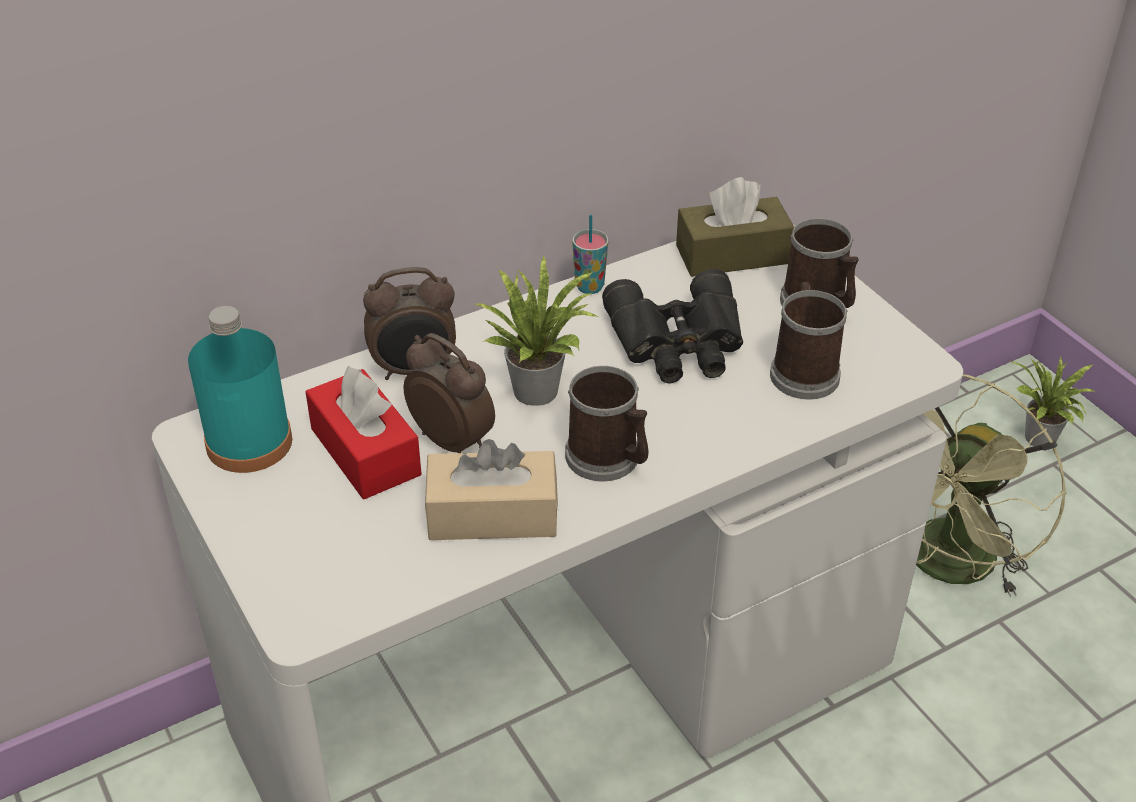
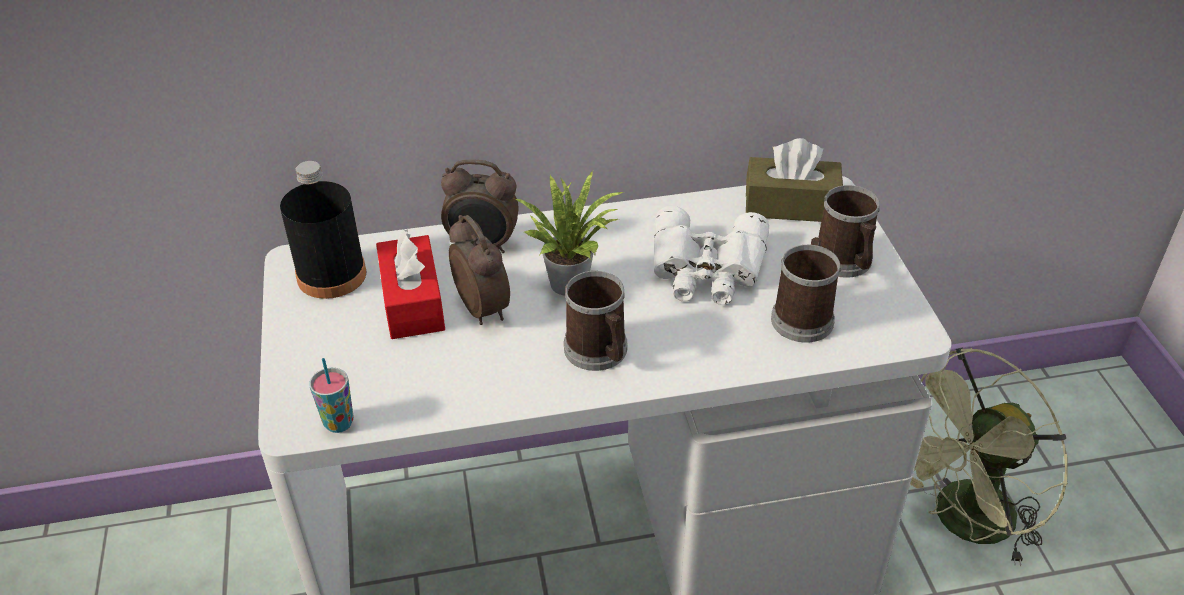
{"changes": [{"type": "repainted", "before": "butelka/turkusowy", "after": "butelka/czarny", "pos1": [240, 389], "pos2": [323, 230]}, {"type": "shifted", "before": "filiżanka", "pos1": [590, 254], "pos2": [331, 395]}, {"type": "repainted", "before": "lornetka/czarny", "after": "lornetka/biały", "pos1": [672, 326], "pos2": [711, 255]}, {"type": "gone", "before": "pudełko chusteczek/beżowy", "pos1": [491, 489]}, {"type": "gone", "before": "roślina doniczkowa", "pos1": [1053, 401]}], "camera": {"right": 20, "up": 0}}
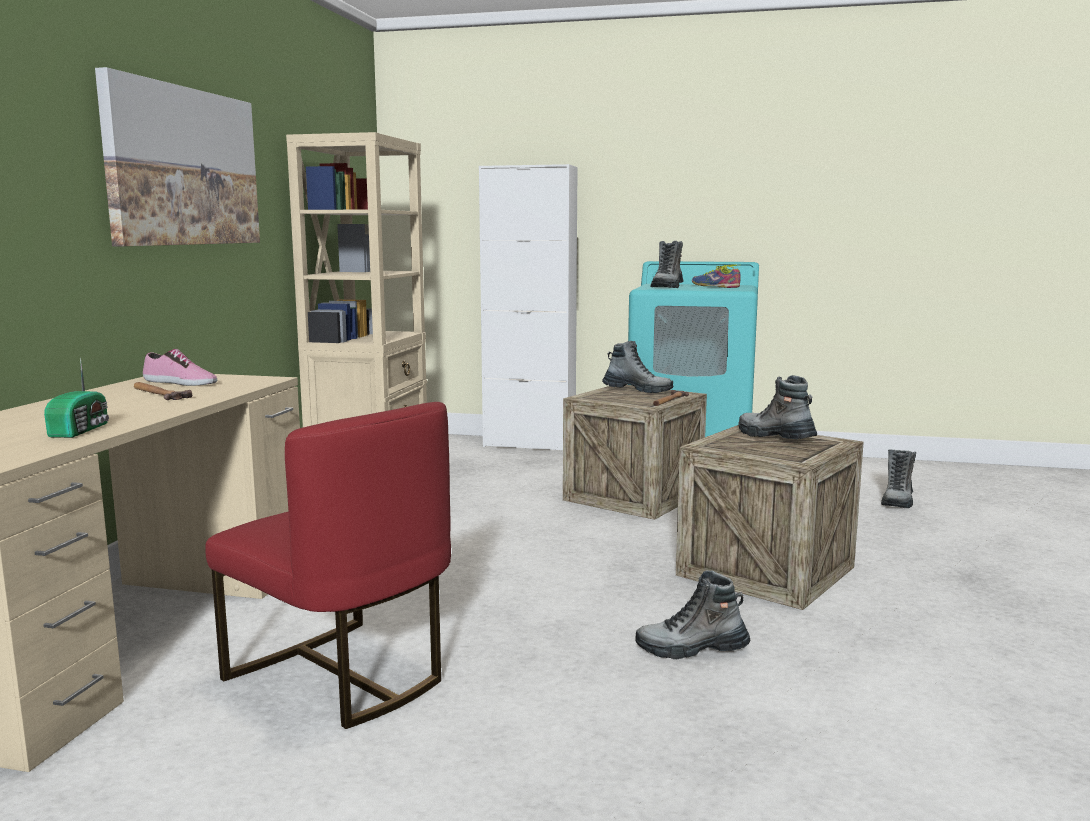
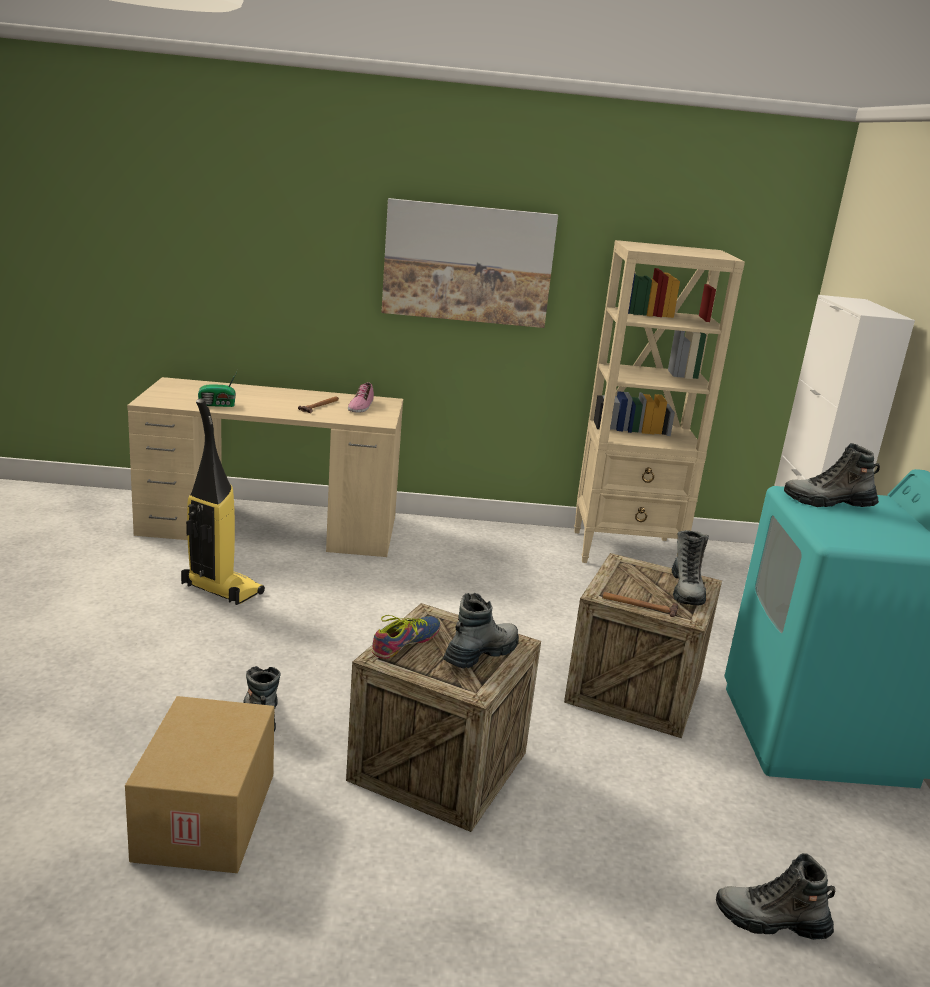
{"changes": [{"type": "new", "after": "karton", "pos2": [199, 784]}, {"type": "swapped", "before": "krzesło/czerwony", "after": "odkurzacz", "pos1": [328, 565], "pos2": [223, 501]}, {"type": "shifted", "before": "but", "pos1": [716, 276], "pos2": [406, 637]}], "camera": {"right": 75, "up": 10}}
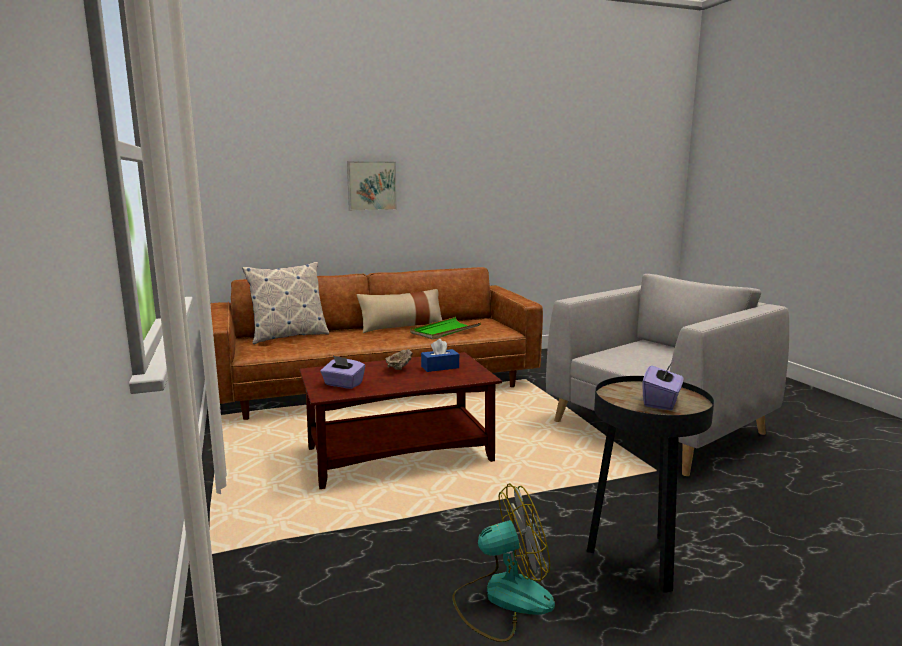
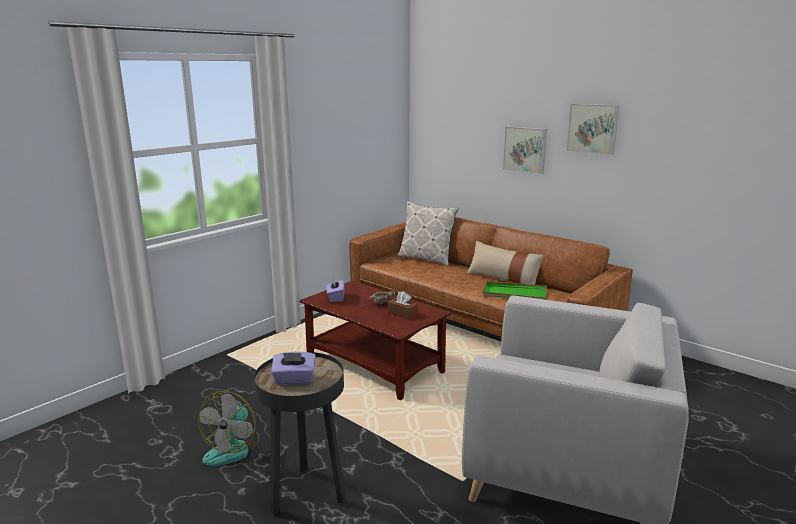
{"changes": [{"type": "rotated", "before": "wentylator", "pos1": [503, 562], "pos2": [229, 428], "turn": 60}, {"type": "repainted", "before": "pudełko chusteczek/niebieski", "after": "pudełko chusteczek/brązowy", "pos1": [440, 355], "pos2": [403, 305]}, {"type": "new", "after": "obraz", "pos2": [592, 129]}], "camera": {"right": 60, "up": 5}}
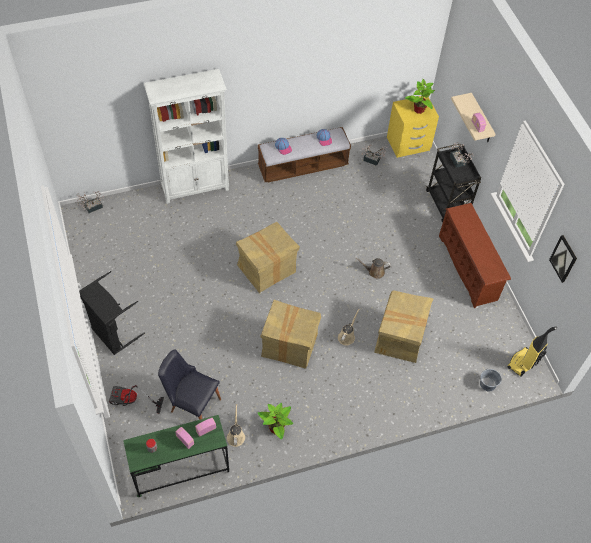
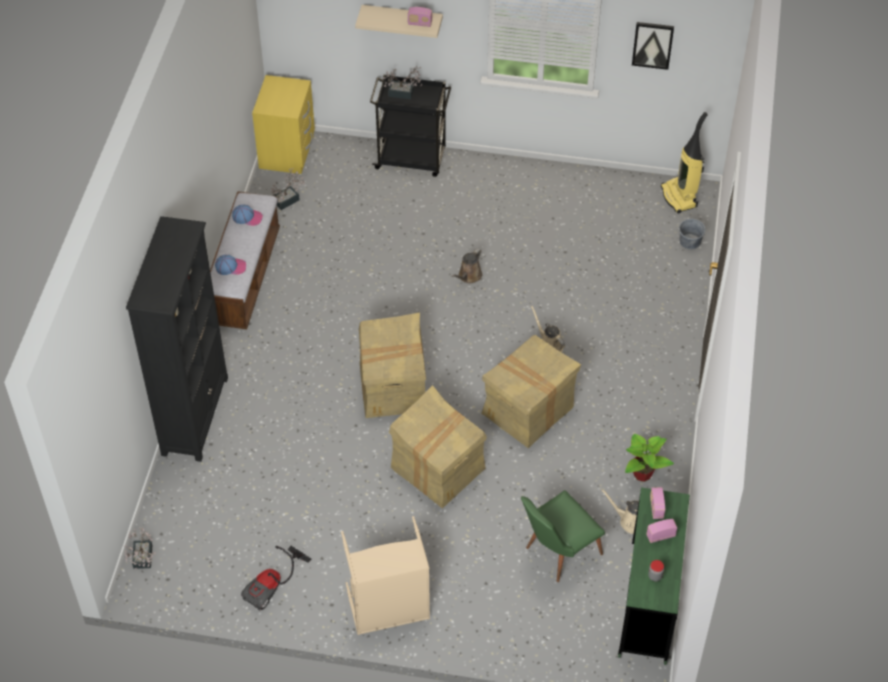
{"changes": [{"type": "repainted", "before": "regał/biały", "after": "regał/czarny", "pos1": [186, 136], "pos2": [177, 339]}, {"type": "shifted", "before": "odkurzacz", "pos1": [136, 399], "pos2": [276, 578]}, {"type": "repainted", "before": "kosz na pranie/czarny", "after": "kosz na pranie/beżowy", "pos1": [112, 313], "pos2": [385, 575]}, {"type": "shifted", "before": "karton", "pos1": [404, 326], "pos2": [438, 447]}, {"type": "repainted", "before": "krzesło/czarny", "after": "krzesło/zielony", "pos1": [189, 385], "pos2": [563, 536]}, {"type": "gone", "before": "roślina doniczkowa", "pos1": [420, 96]}, {"type": "gone", "before": "regał na buty/brązowy", "pos1": [475, 255]}], "camera": {"right": -60, "up": -5}}
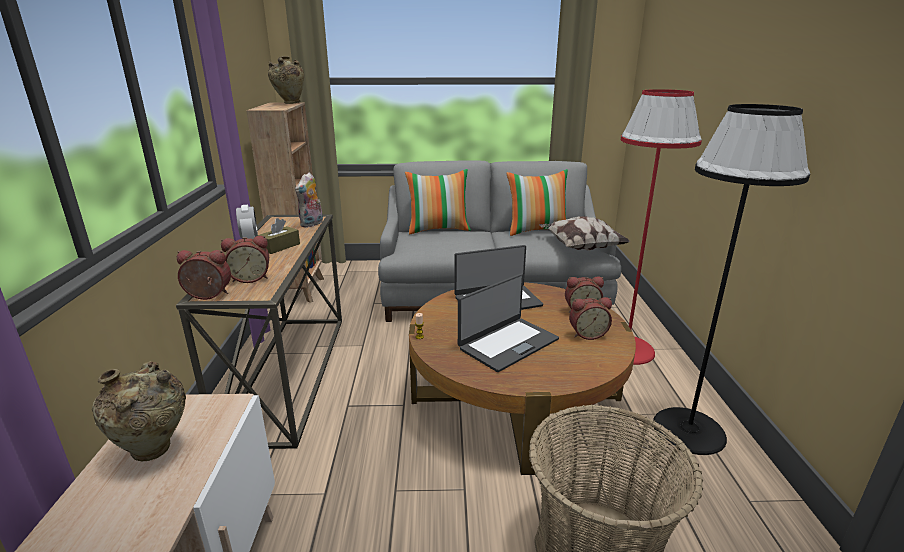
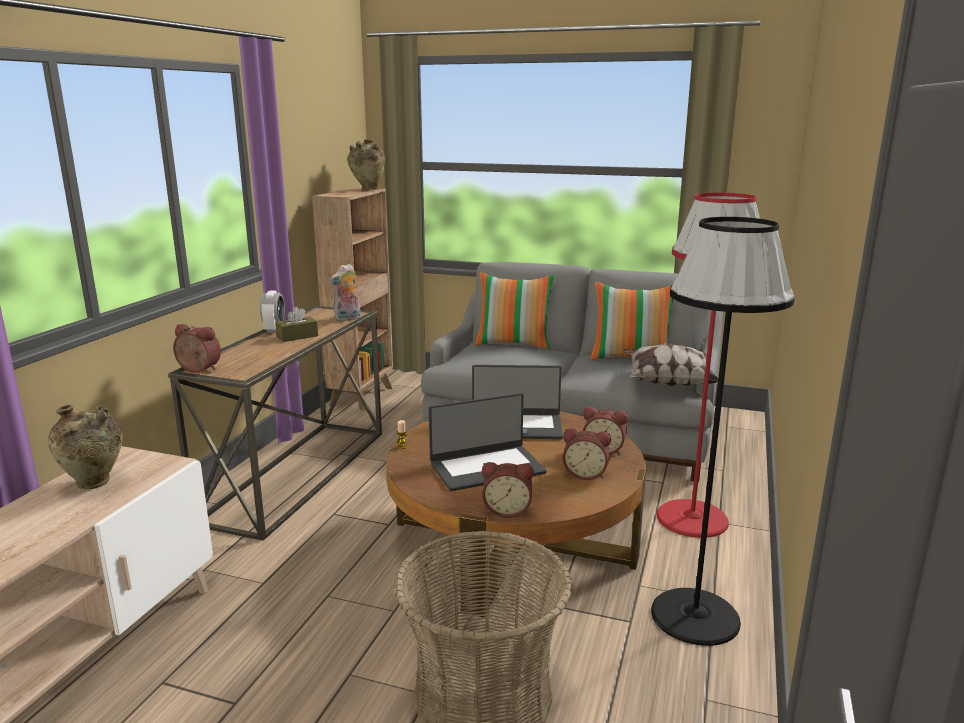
{"changes": [{"type": "shifted", "before": "budzik", "pos1": [245, 259], "pos2": [508, 490]}], "camera": {"right": 20, "up": -5}}
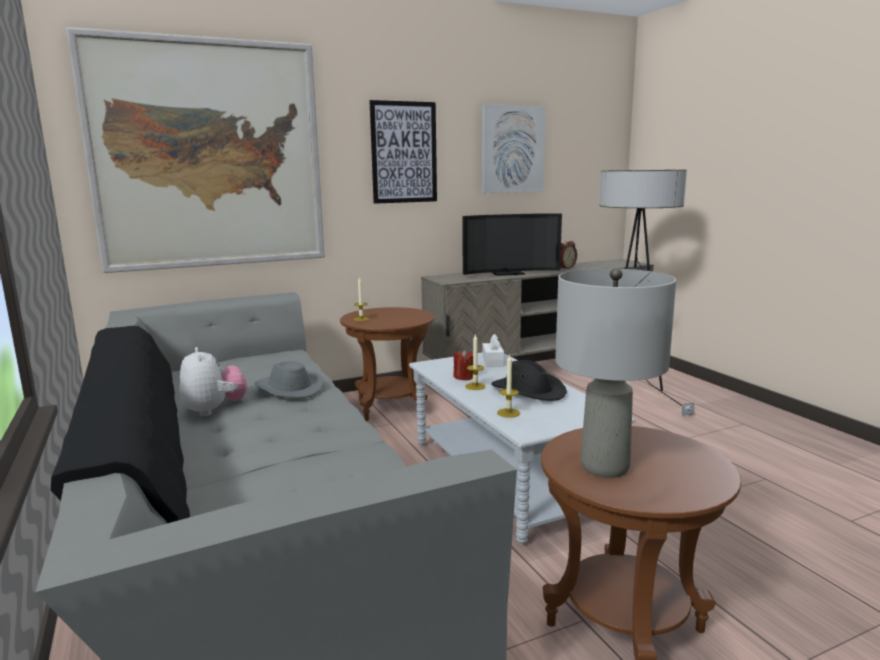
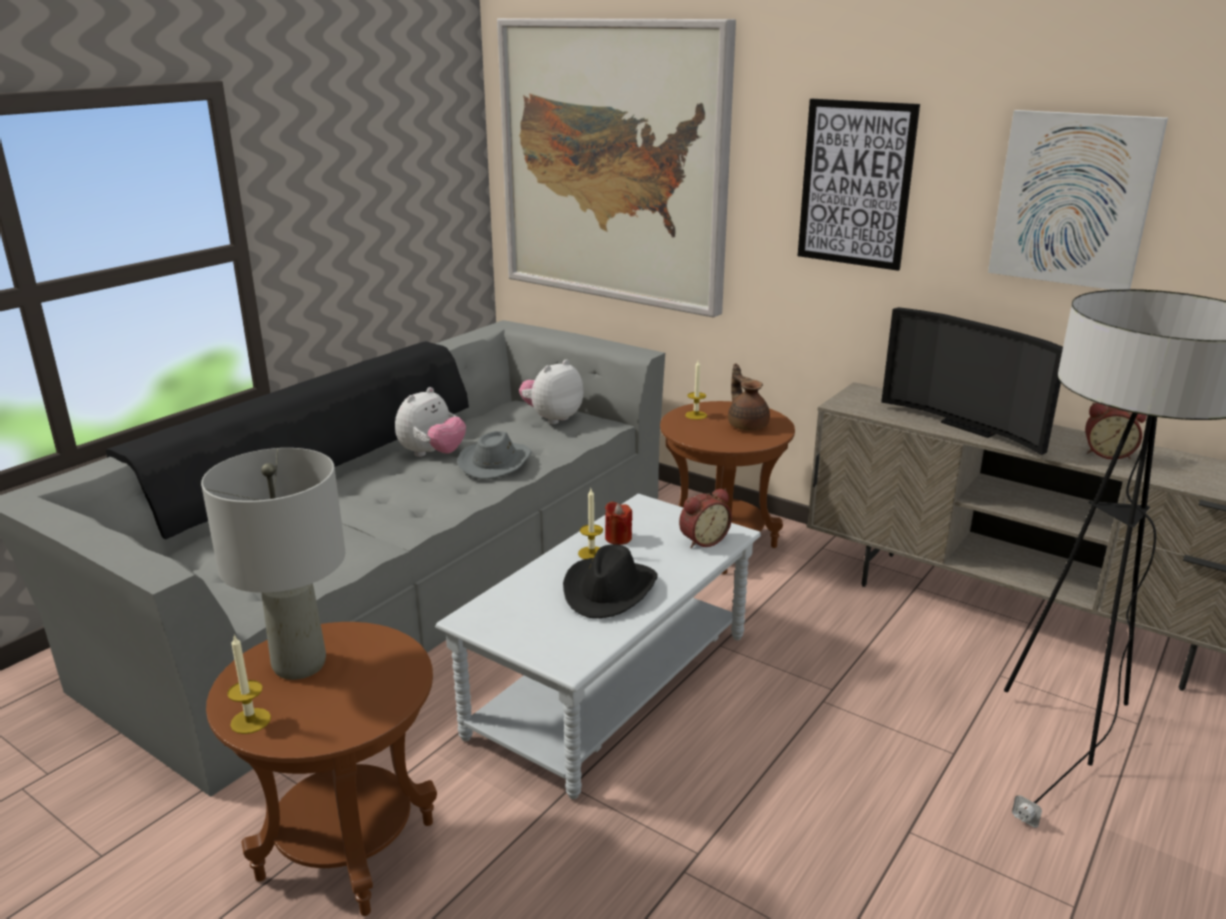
{"changes": [{"type": "shifted", "before": "świeca", "pos1": [508, 386], "pos2": [249, 684]}, {"type": "new", "after": "pluszak", "pos2": [551, 391]}, {"type": "swapped", "before": "pudełko chusteczek/biały", "after": "budzik", "pos1": [493, 350], "pos2": [705, 518]}, {"type": "new", "after": "imbryk/brązowy", "pos2": [749, 397]}], "camera": {"right": 60, "up": 10}}
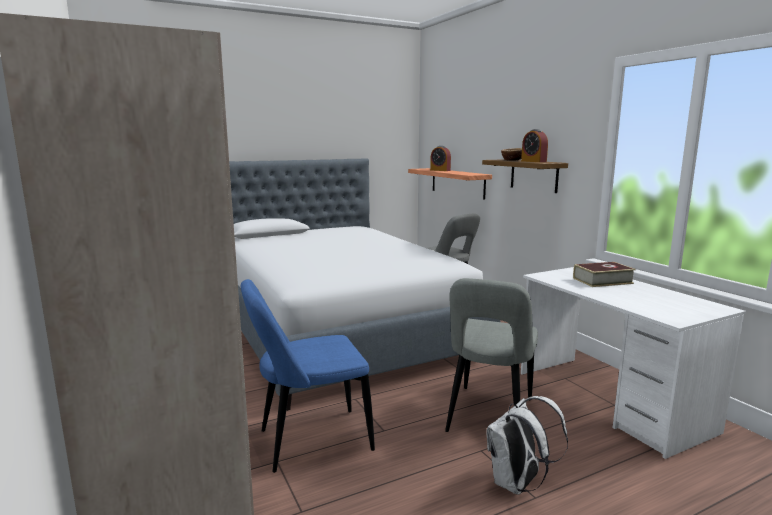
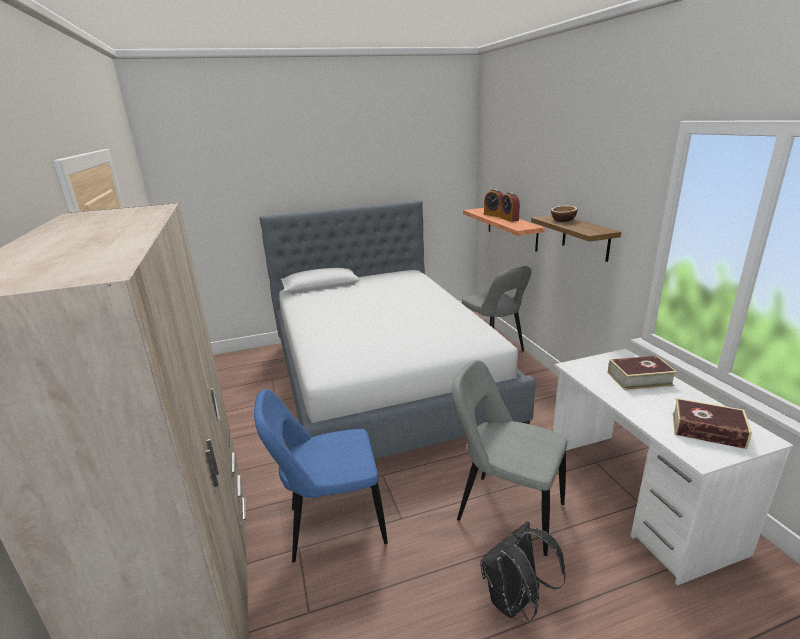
{"changes": [{"type": "rotated", "before": "krzesło/szary", "pos1": [491, 355], "pos2": [509, 458], "turn": 90}, {"type": "repainted", "before": "plecak/biały", "after": "plecak/czarny", "pos1": [527, 445], "pos2": [523, 572]}, {"type": "shifted", "before": "budzik", "pos1": [534, 145], "pos2": [510, 207]}, {"type": "new", "after": "książka", "pos2": [712, 423]}], "camera": {"right": 10, "up": 10}}
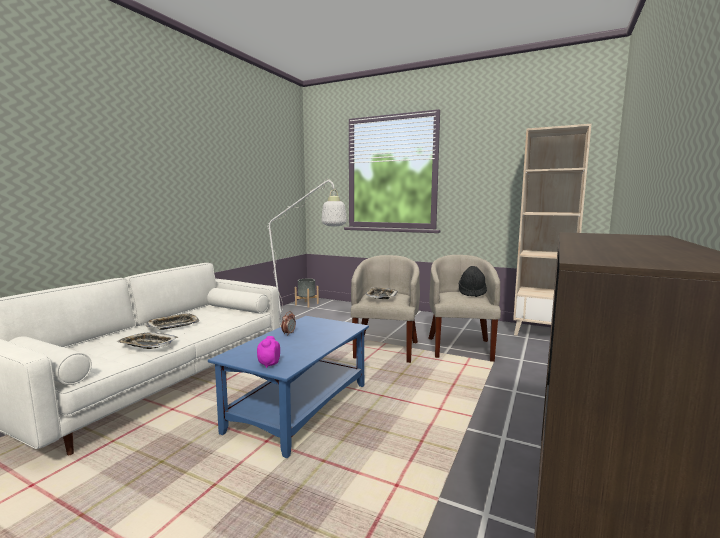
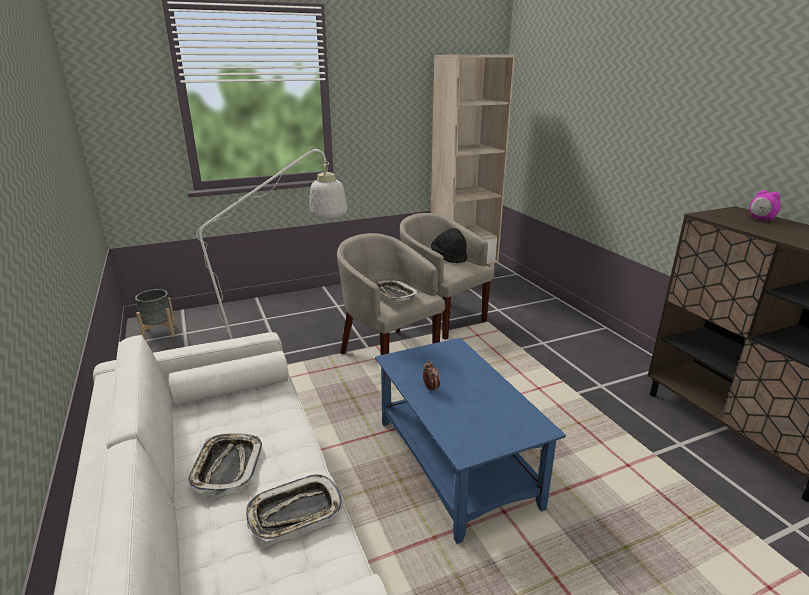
{"changes": [{"type": "shifted", "before": "budzik", "pos1": [268, 352], "pos2": [765, 205]}], "camera": {"right": -50, "up": 15}}
